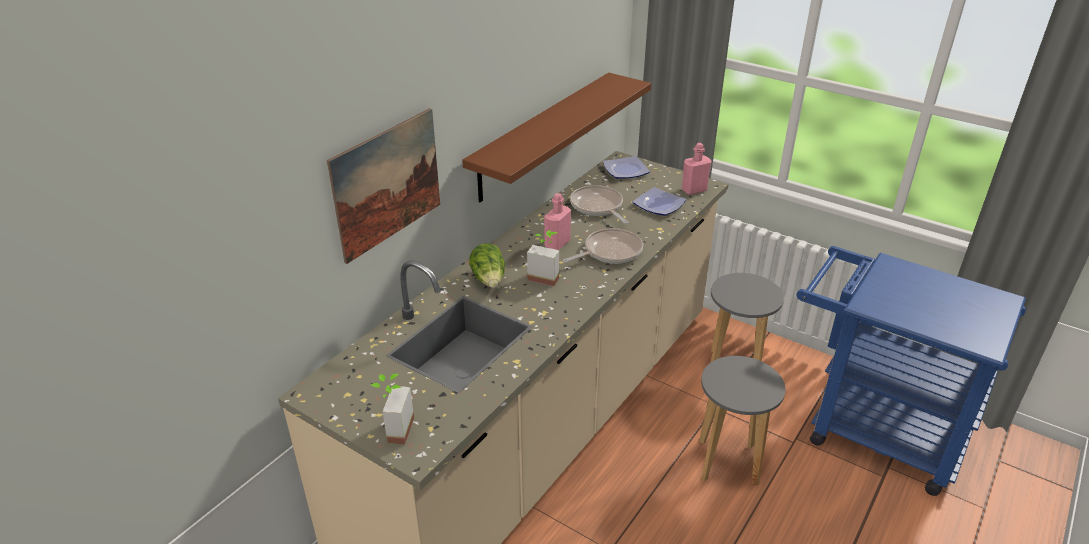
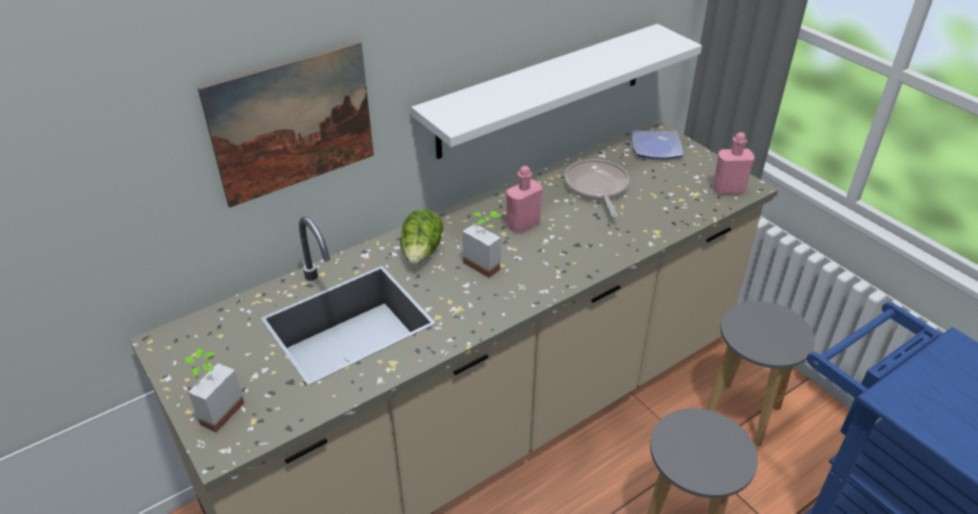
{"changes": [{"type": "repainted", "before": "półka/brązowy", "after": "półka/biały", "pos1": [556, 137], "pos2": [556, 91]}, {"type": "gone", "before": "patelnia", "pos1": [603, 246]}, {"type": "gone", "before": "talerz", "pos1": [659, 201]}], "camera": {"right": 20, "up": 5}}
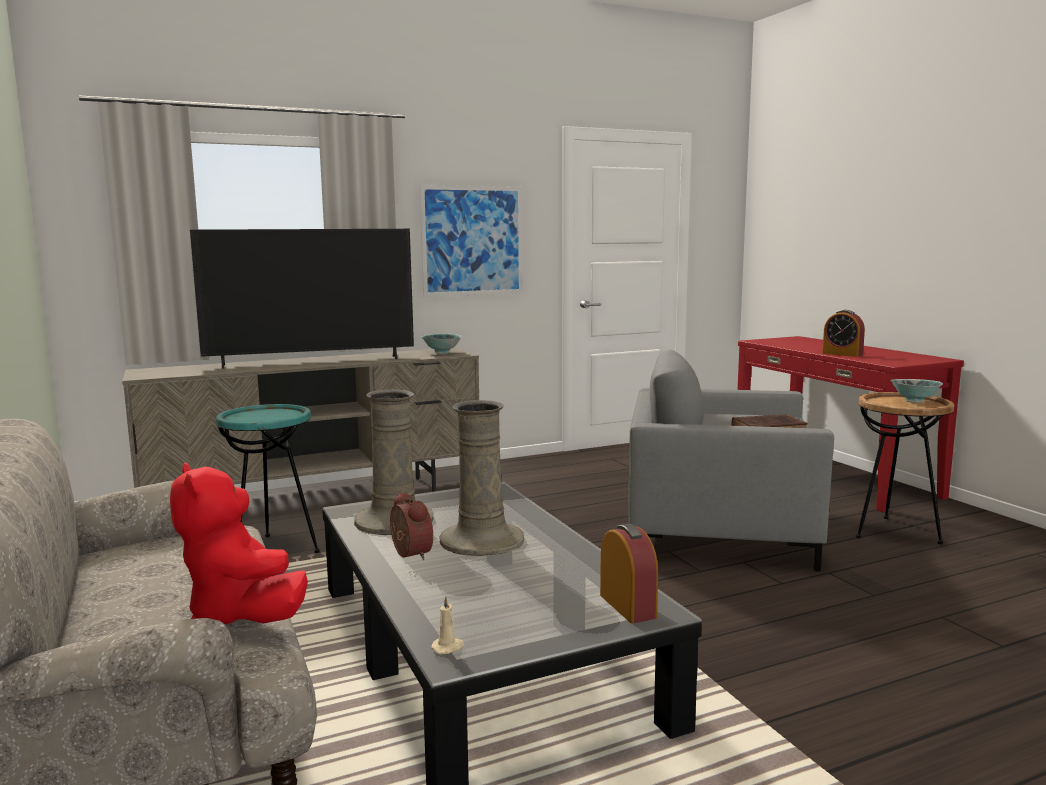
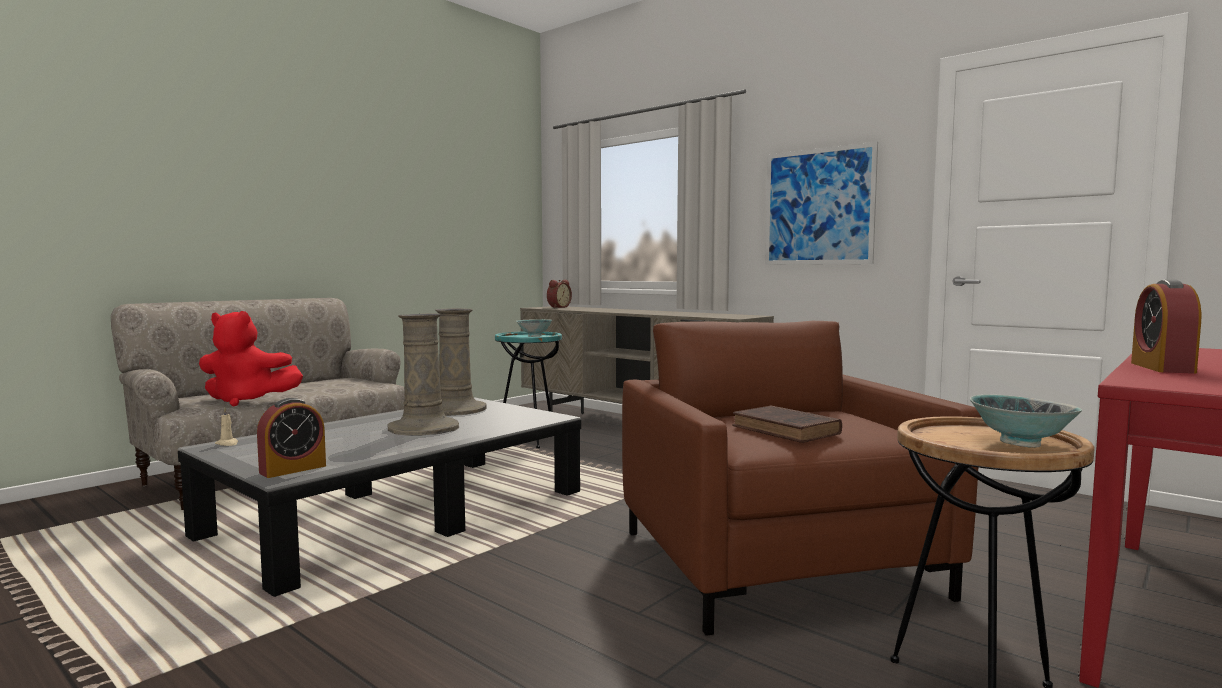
{"changes": [{"type": "rotated", "before": "pluszak/czerwony", "pos1": [239, 543], "pos2": [251, 358], "turn": -120}, {"type": "shifted", "before": "miska", "pos1": [441, 344], "pos2": [534, 328]}, {"type": "shifted", "before": "budzik", "pos1": [411, 526], "pos2": [559, 294]}, {"type": "repainted", "before": "fotel/szary", "after": "fotel/brązowy", "pos1": [731, 460], "pos2": [801, 478]}, {"type": "gone", "before": "telewizor", "pos1": [302, 299]}], "camera": {"right": 65, "up": -5}}
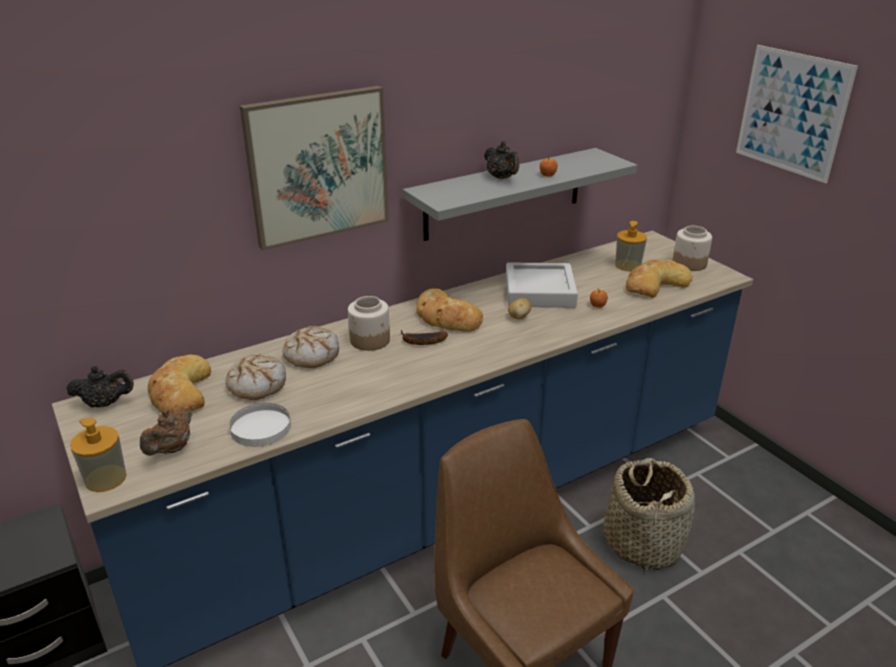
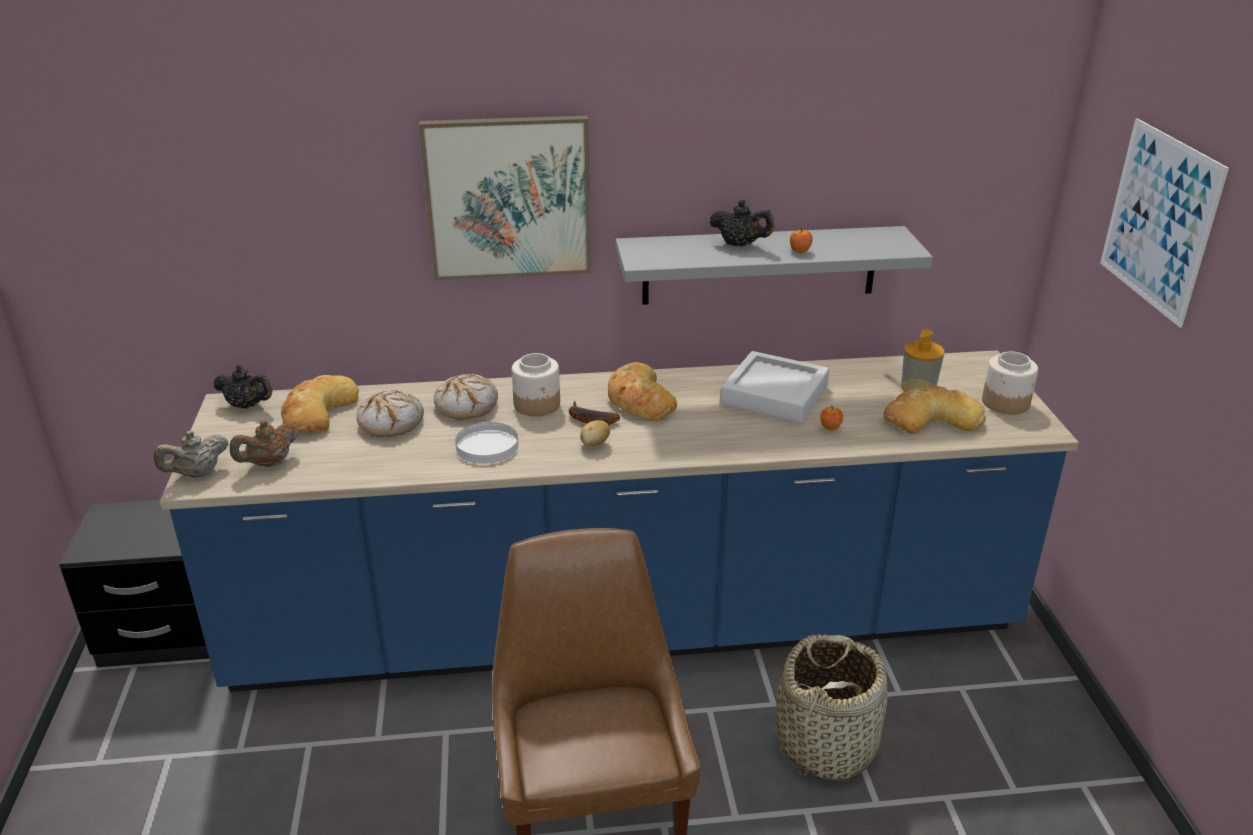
{"changes": [{"type": "swapped", "before": "dozownik mydła", "after": "imbryk/beżowy", "pos1": [98, 455], "pos2": [191, 454]}, {"type": "shifted", "before": "talerz/biały", "pos1": [260, 425], "pos2": [486, 443]}, {"type": "shifted", "before": "ziemniak", "pos1": [519, 309], "pos2": [595, 433]}, {"type": "rotated", "before": "imbryk/czarny", "pos1": [501, 160], "pos2": [742, 223], "turn": -60}], "camera": {"right": 25, "up": 0}}
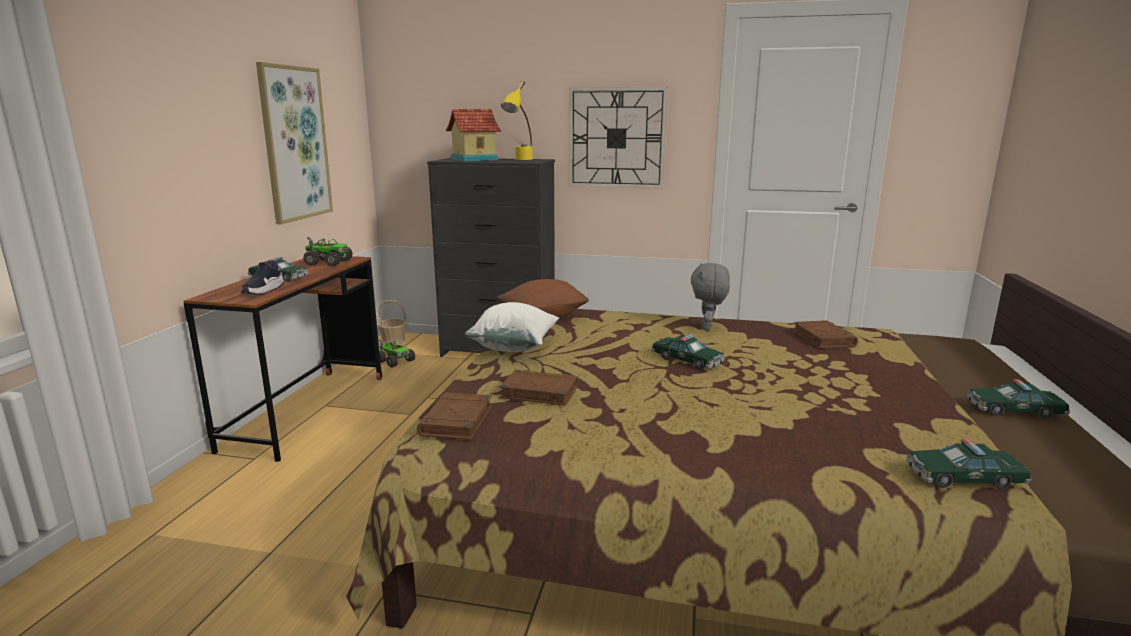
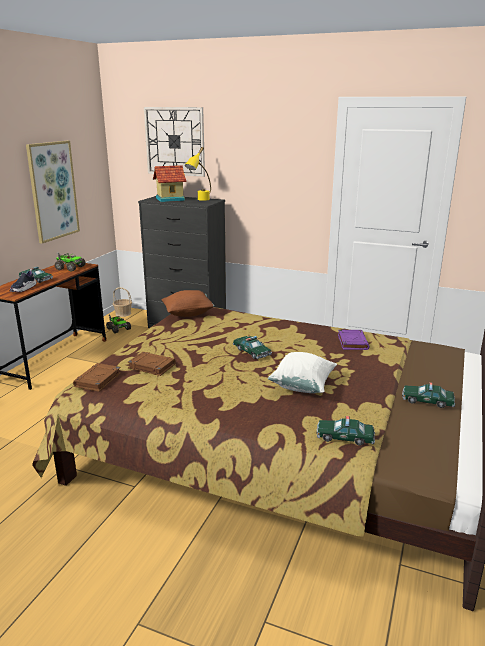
{"changes": [{"type": "shifted", "before": "zegar ścienny", "pos1": [618, 138], "pos2": [174, 142]}, {"type": "shifted", "before": "poduszka/biały", "pos1": [512, 327], "pos2": [302, 372]}, {"type": "repainted", "before": "książka/brązowy", "after": "książka/fioletowy", "pos1": [825, 334], "pos2": [353, 340]}, {"type": "gone", "before": "pluszak/szary", "pos1": [710, 297]}], "camera": {"right": 10, "up": 5}}
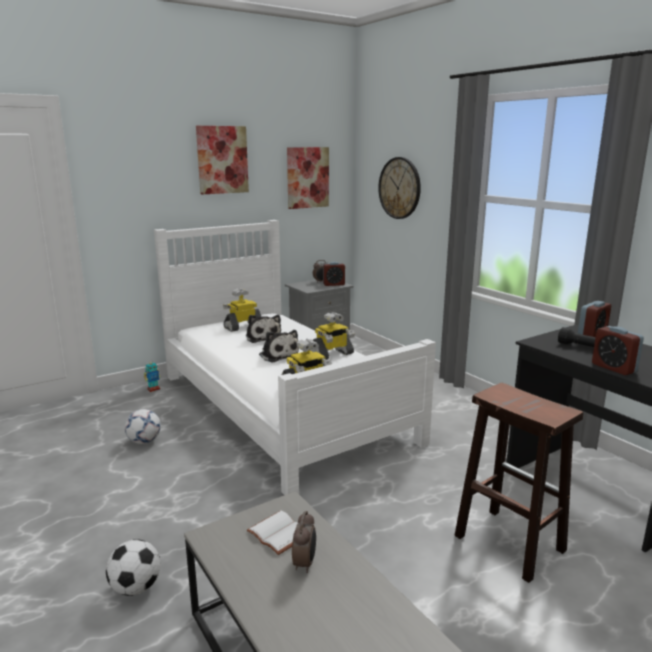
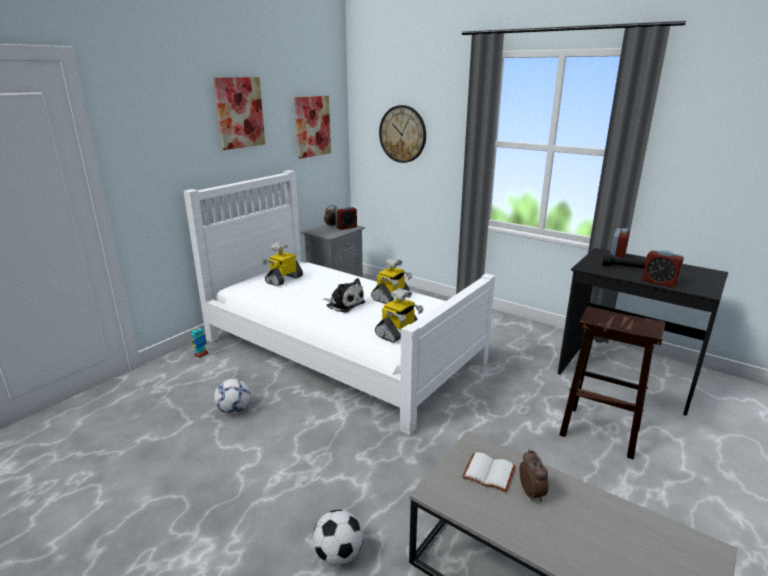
{"changes": [{"type": "gone", "before": "pluszak", "pos1": [263, 329]}], "camera": {"right": -20, "up": 5}}
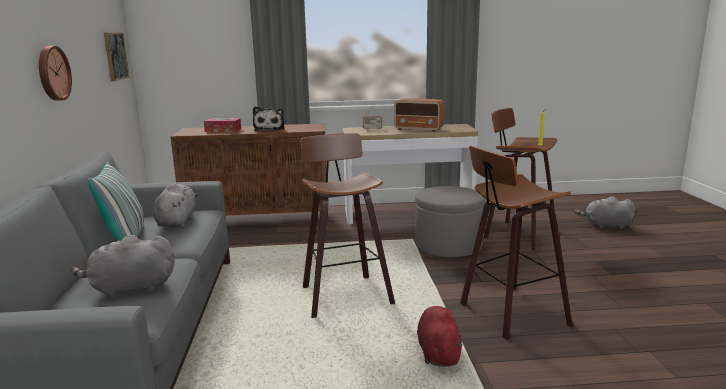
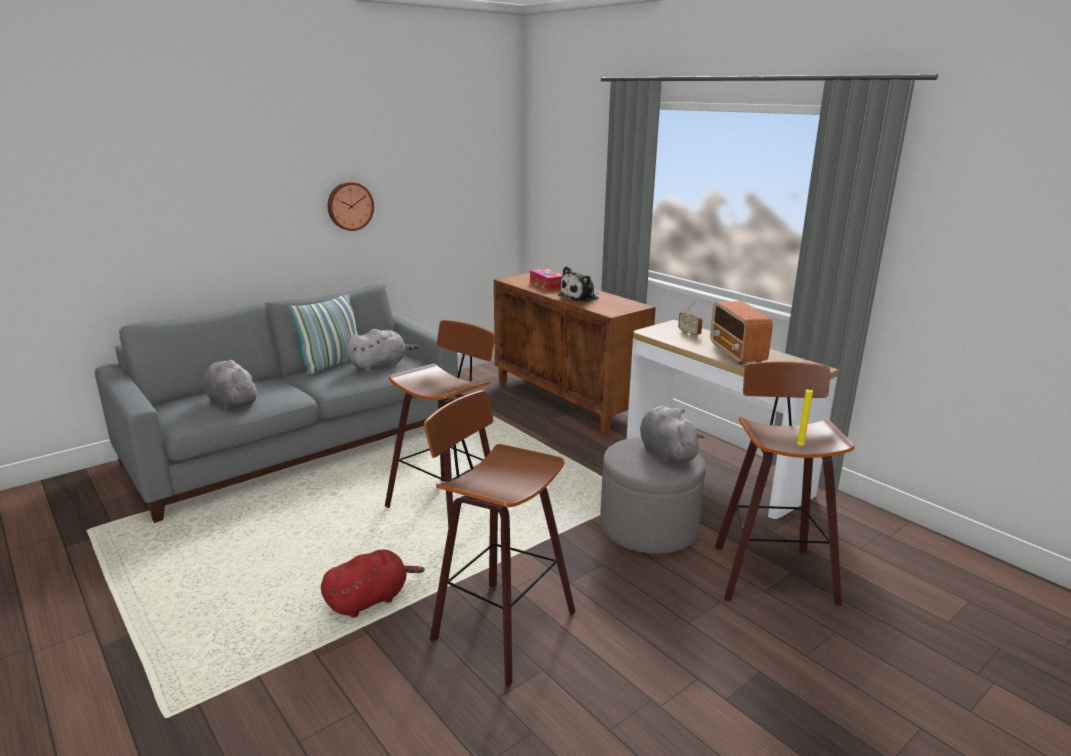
{"changes": [{"type": "shifted", "before": "pluszak/szary", "pos1": [605, 212], "pos2": [672, 434]}, {"type": "gone", "before": "obraz", "pos1": [117, 57]}], "camera": {"right": 55, "up": 5}}
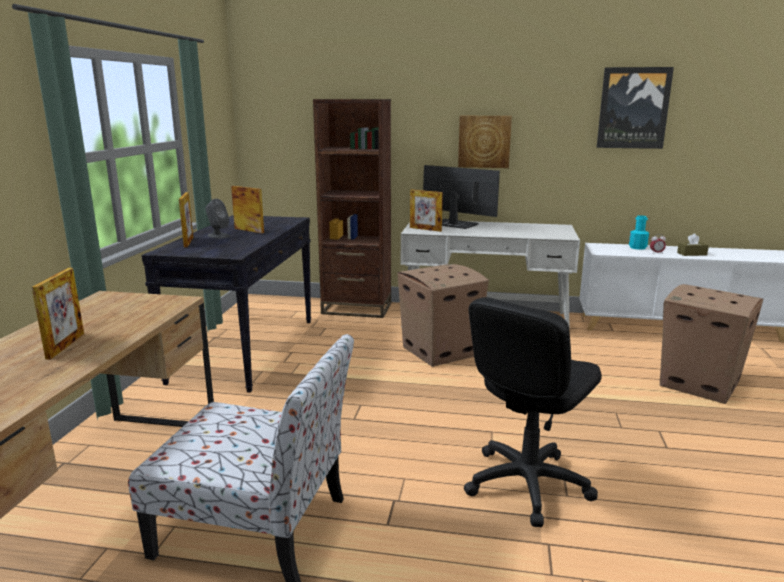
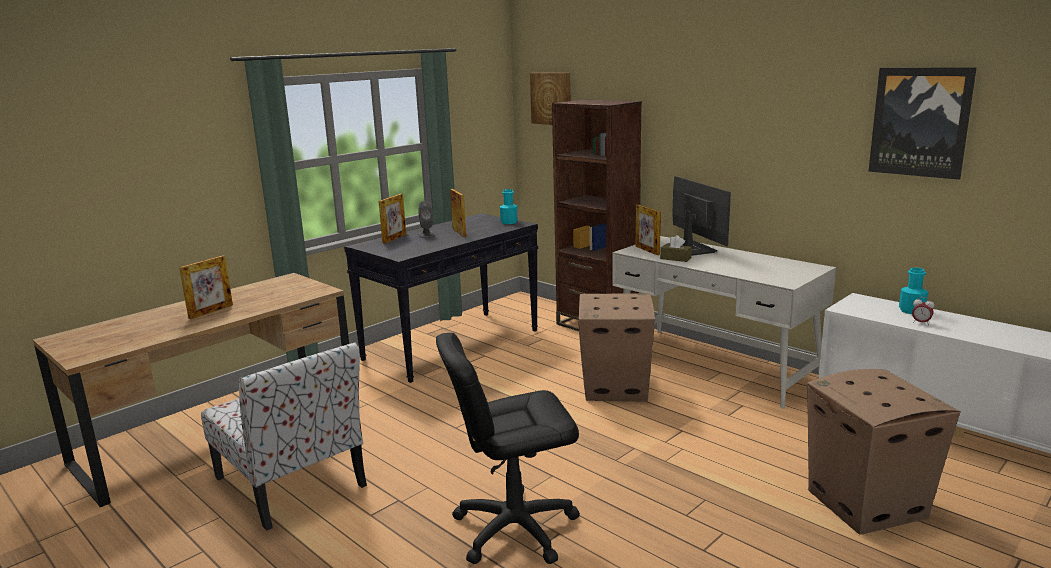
{"changes": [{"type": "new", "after": "butelka/turkusowy", "pos2": [509, 206]}, {"type": "shifted", "before": "obraz", "pos1": [485, 142], "pos2": [550, 99]}, {"type": "shifted", "before": "pudełko chusteczek/brązowy", "pos1": [693, 244], "pos2": [676, 248]}], "camera": {"right": 35, "up": 0}}
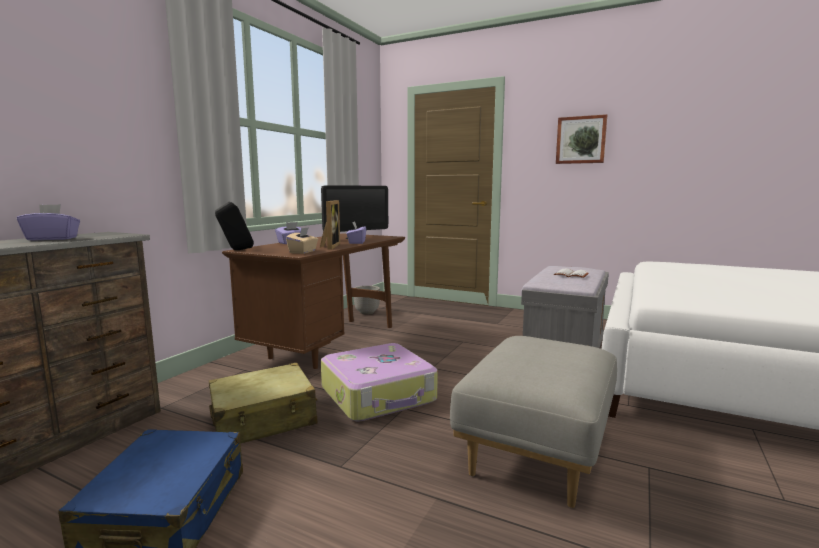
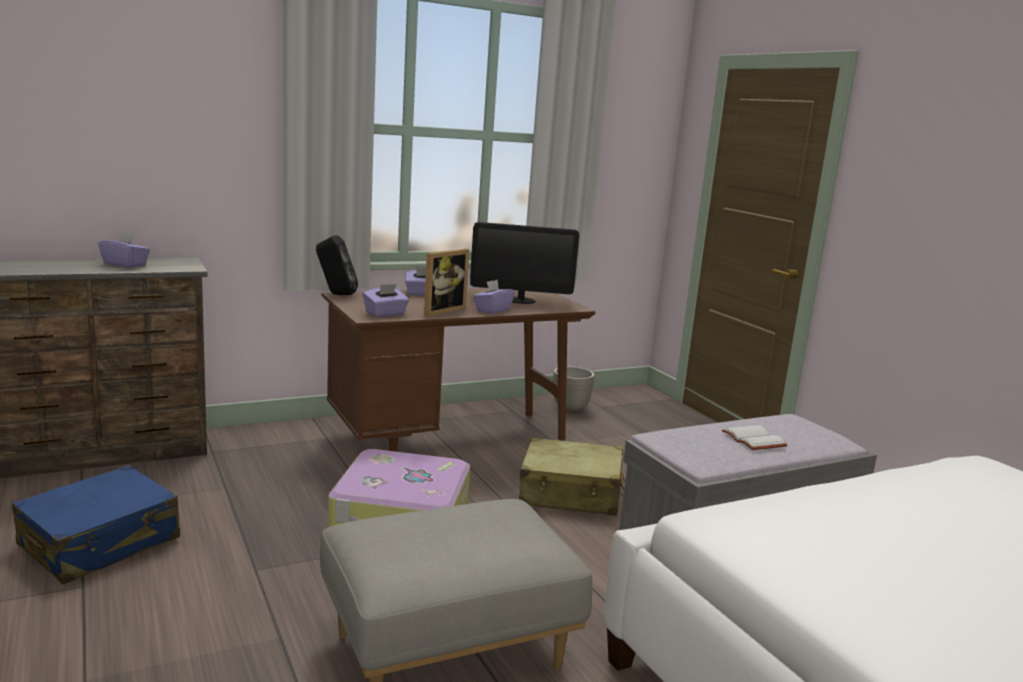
{"changes": [{"type": "repainted", "before": "pudełko chusteczek/beżowy", "after": "pudełko chusteczek/fioletowy", "pos1": [302, 240], "pos2": [386, 300]}, {"type": "shifted", "before": "walizka/beżowy", "pos1": [263, 403], "pos2": [572, 477]}, {"type": "gone", "before": "obraz", "pos1": [581, 139]}], "camera": {"right": 35, "up": 5}}
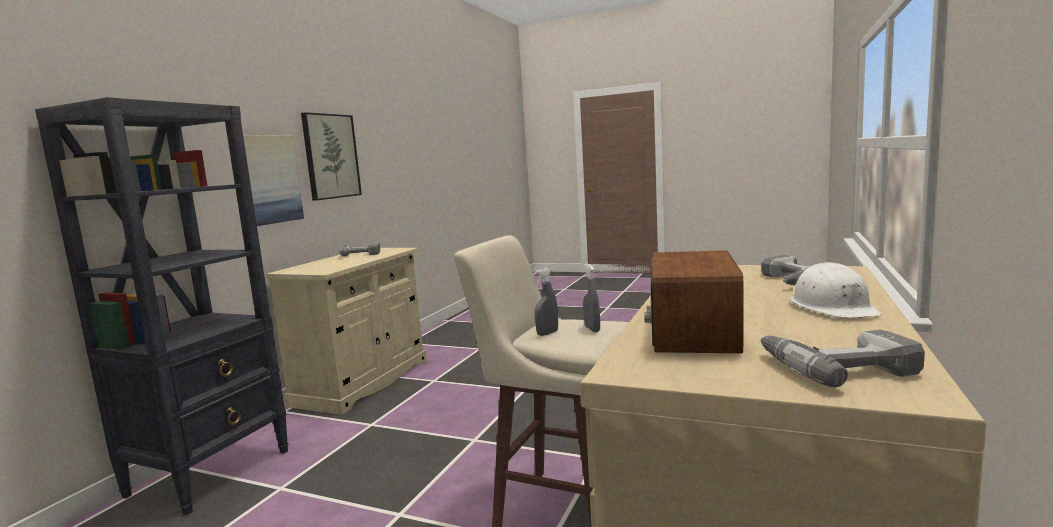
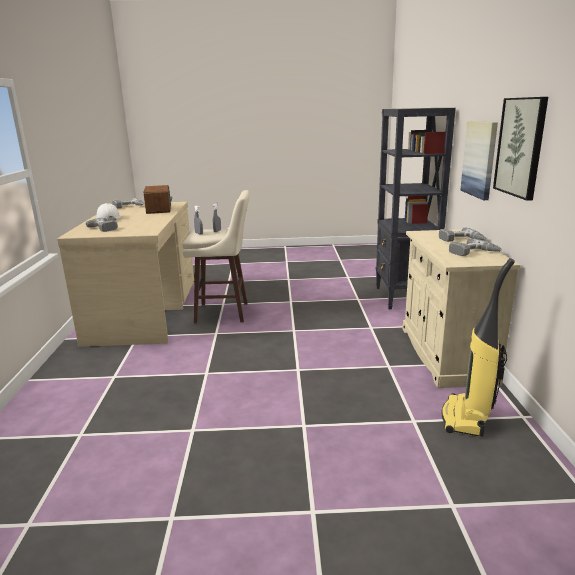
{"changes": [{"type": "new", "after": "wiertarka", "pos2": [462, 235]}, {"type": "new", "after": "odkurzacz", "pos2": [478, 347]}], "camera": {"right": 155, "up": 10}}
